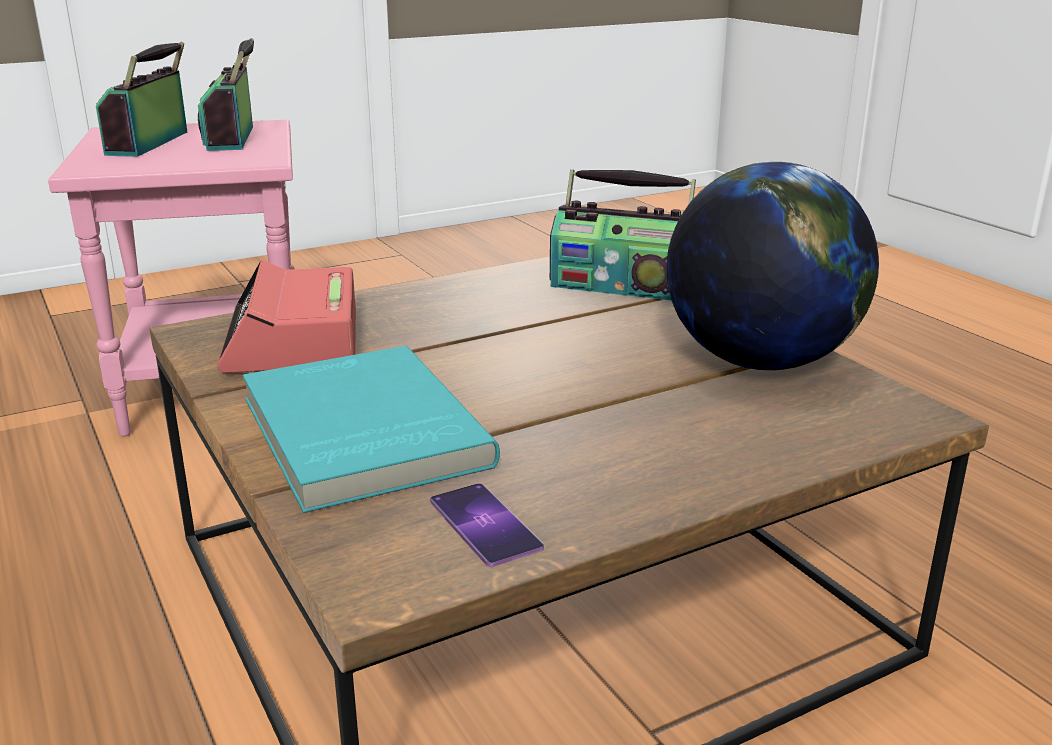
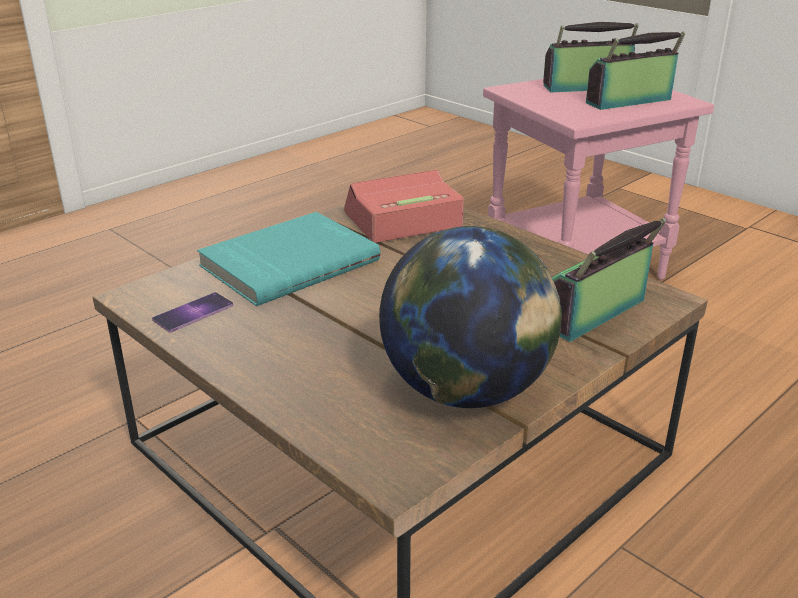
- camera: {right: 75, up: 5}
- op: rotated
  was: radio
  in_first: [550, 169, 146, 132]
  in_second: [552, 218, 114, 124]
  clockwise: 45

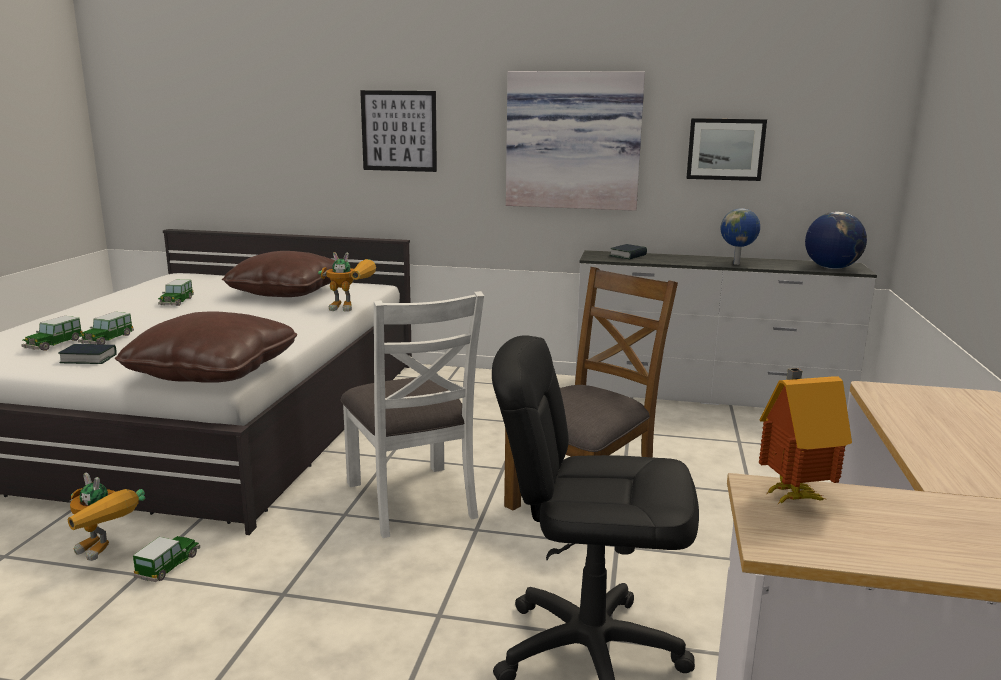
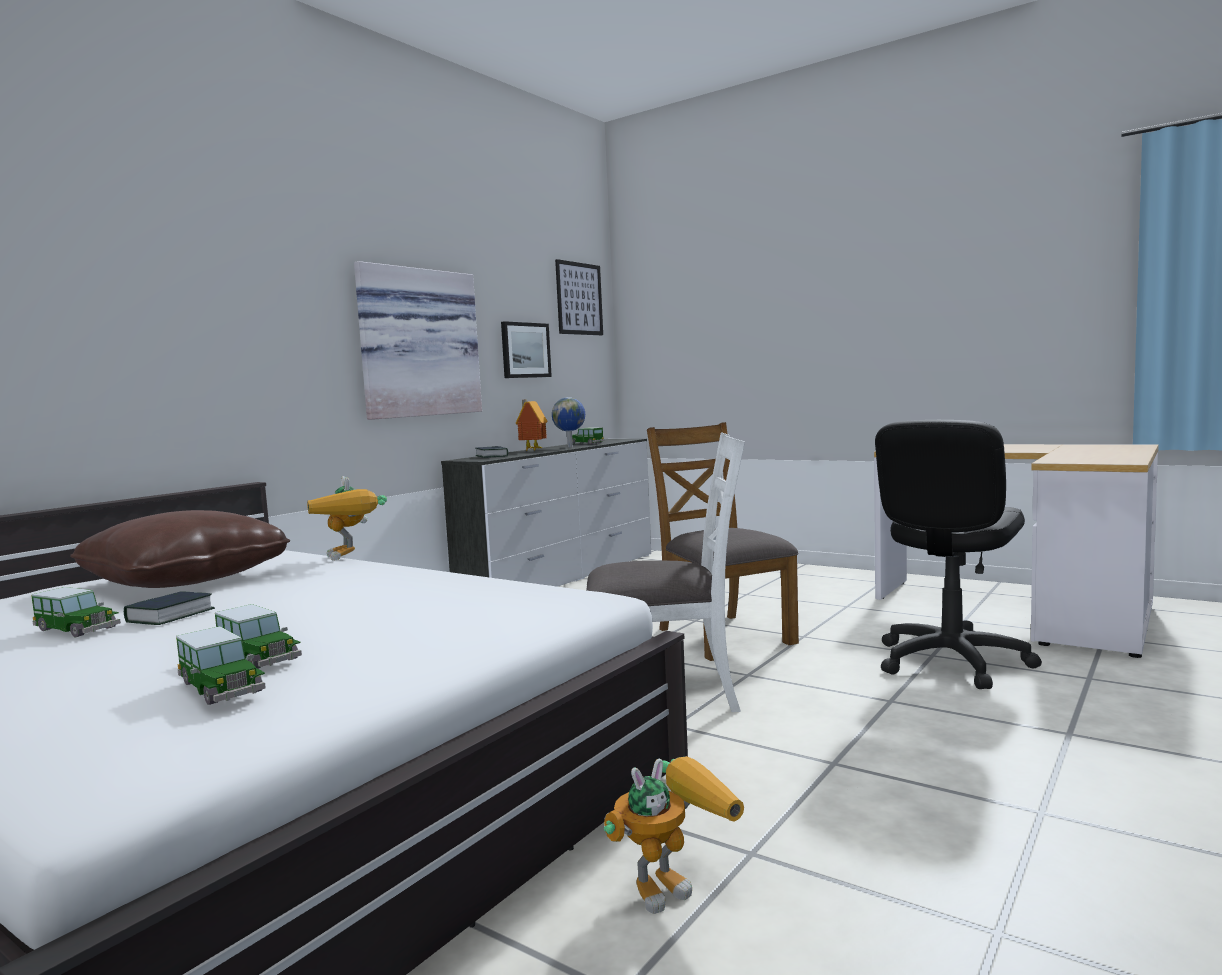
- camera: {right: -65, up: -10}
- op: shifted
  was: picture
  in_first: [360, 90, 77, 82]
  in_second: [555, 259, 48, 76]
- op: gone
  was: globe
  in_first: [805, 212, 62, 57]
- op: rotated
  was: toy robot
  in_first: [318, 252, 58, 60]
  in_second: [307, 476, 80, 85]
  clockwise: 120
- op: gone
  was: pillow in brown
  in_first: [115, 311, 182, 72]
- op: shifted
  was: book
  in_first: [58, 344, 59, 20]
  in_second: [124, 591, 91, 34]
- op: shifted
  was: toy house
  in_first: [759, 368, 93, 137]
  in_second: [515, 400, 33, 51]
- op: shifted
  was: toy car
  in_first: [133, 536, 67, 46]
  in_second: [572, 428, 32, 17]

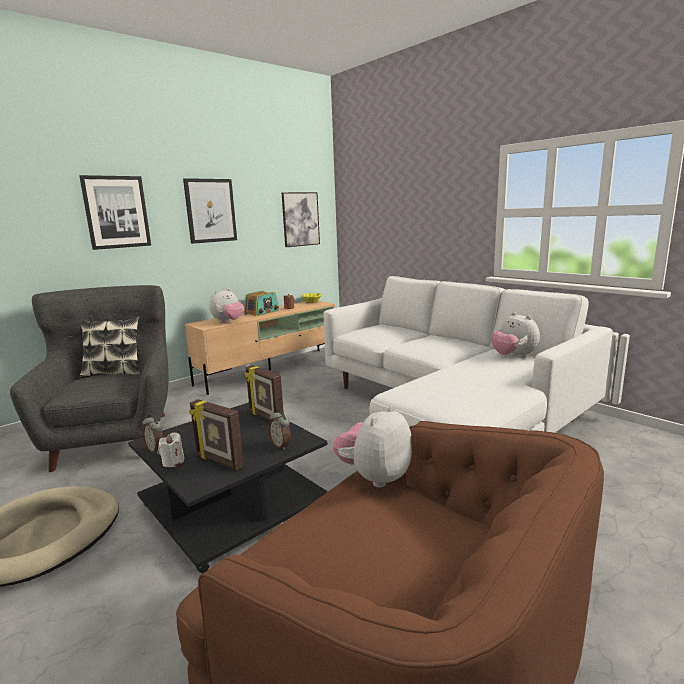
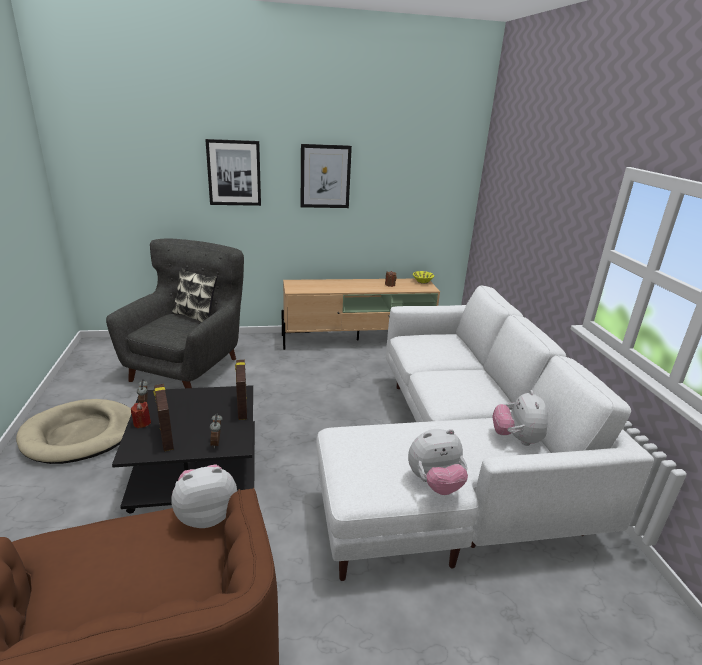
- camera: {right: 30, up: 10}
- op: gone
  was: picture
  in_first: [282, 192, 38, 55]
- op: shifted
  was: plush toy
  in_first: [209, 288, 35, 35]
  in_second: [408, 429, 60, 66]
- op: gone
  was: radio
  in_first: [244, 291, 36, 25]
- op: repainted
  was: candle in white
  now: candle in red
  in_first: [158, 432, 27, 35]
  in_second: [131, 402, 20, 26]

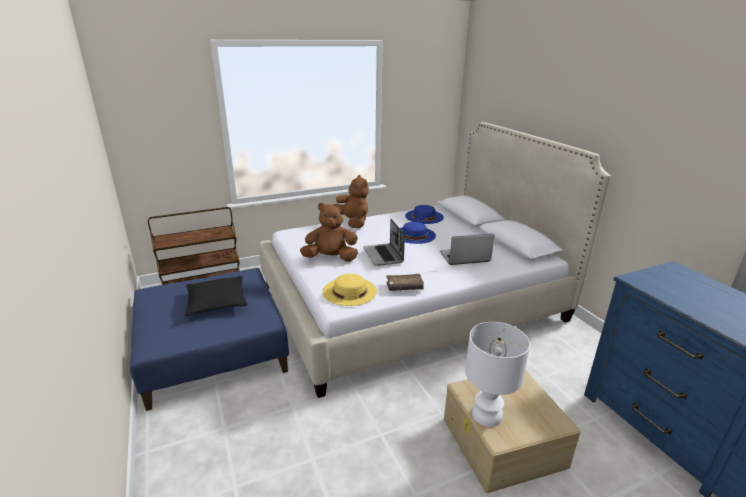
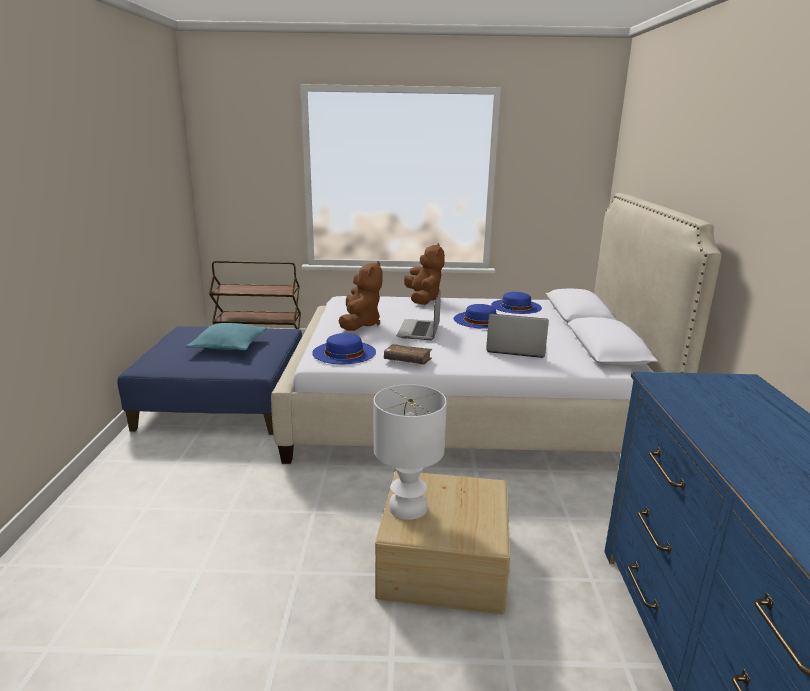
- camera: {right: 25, up: -5}
- op: rotated
  was: plush toy in brown
  in_first: [300, 203, 58, 58]
  in_second: [339, 261, 44, 70]
  clockwise: 75
- op: repainted
  was: hat in yellow
  now: hat in blue
  in_first: [323, 274, 54, 32]
  in_second: [312, 333, 64, 31]
- op: repainted
  was: pillow in black
  now: pillow in turquoise
  in_first: [185, 276, 62, 40]
  in_second: [186, 323, 81, 27]

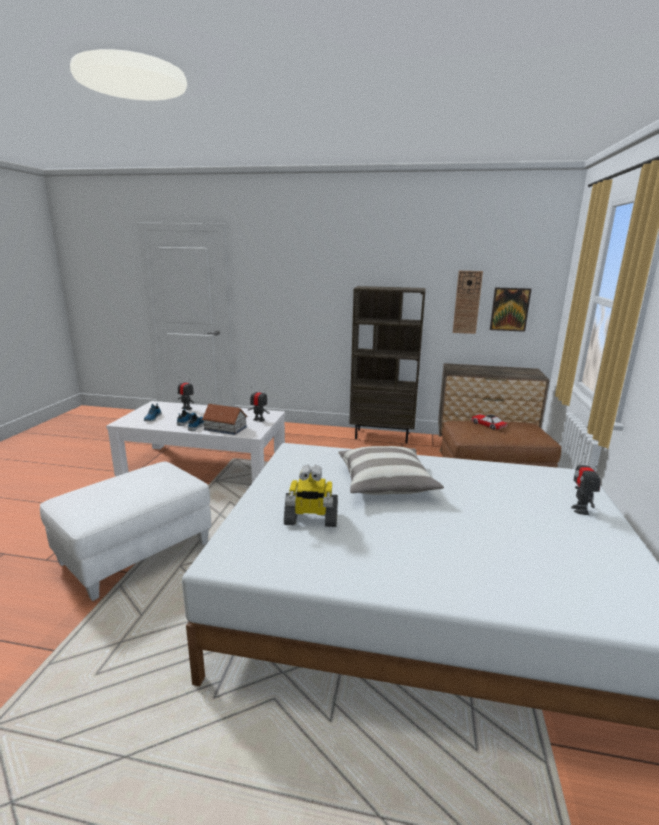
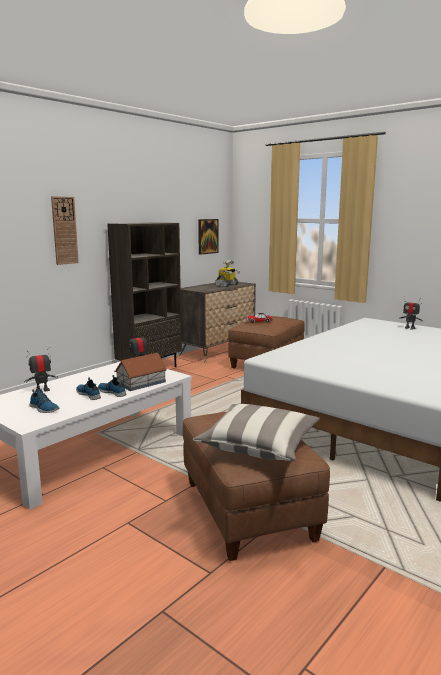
- camera: {right: -60, up: -5}
- op: shifted
  was: wall clock
  in_first: [453, 271, 30, 63]
  in_second: [51, 196, 28, 69]
- op: shifted
  was: pillow
  in_first: [338, 446, 106, 49]
  in_second: [193, 404, 127, 57]
- op: repainted
  was: ottoman in white
  now: ottoman in brown
  in_first: [40, 462, 172, 139]
  in_second: [183, 411, 147, 150]
- op: shifted
  was: toy robot
  in_first: [284, 465, 54, 62]
  in_second: [215, 260, 25, 27]

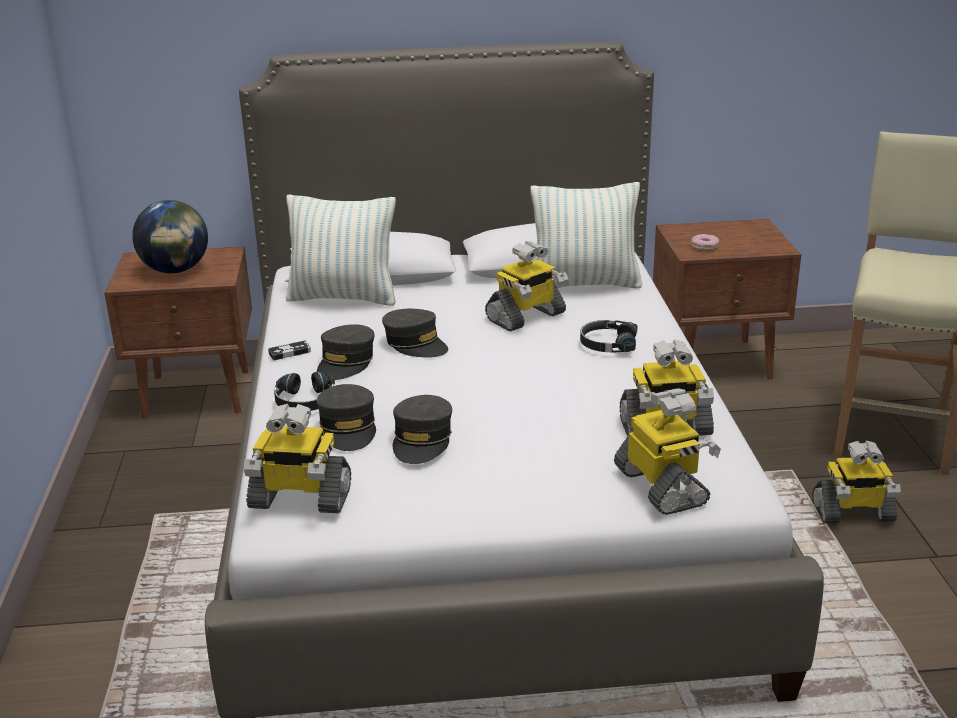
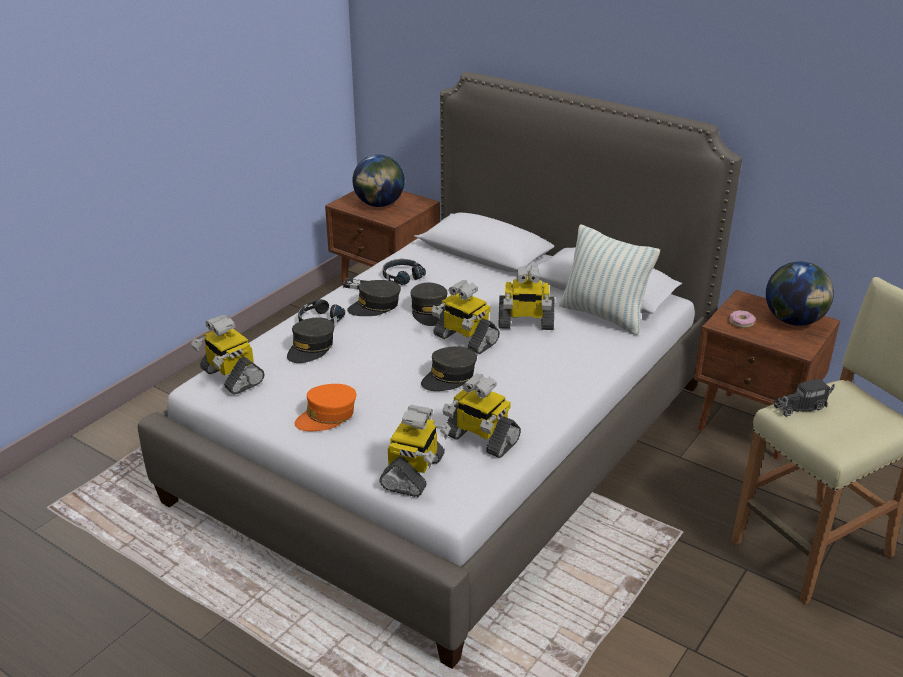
- camera: {right: 40, up: 5}
- op: gone
  was: pillow
  in_first: [286, 195, 110, 111]
- op: shifted
  was: headphones in black
  in_first: [580, 320, 58, 32]
  in_second: [383, 259, 43, 26]
- op: shifted
  was: cap in grey
  in_first: [393, 395, 59, 69]
  in_second: [421, 346, 56, 45]
- op: shifted
  was: toy robot
  in_first: [812, 440, 89, 84]
  in_second: [431, 281, 69, 73]
- op: new
  now: globe
  in_second: [766, 261, 68, 65]
- op: new
  now: toy truck
  in_second: [774, 378, 61, 39]
- op: new
  now: cap in orange
  in_second: [295, 384, 61, 47]

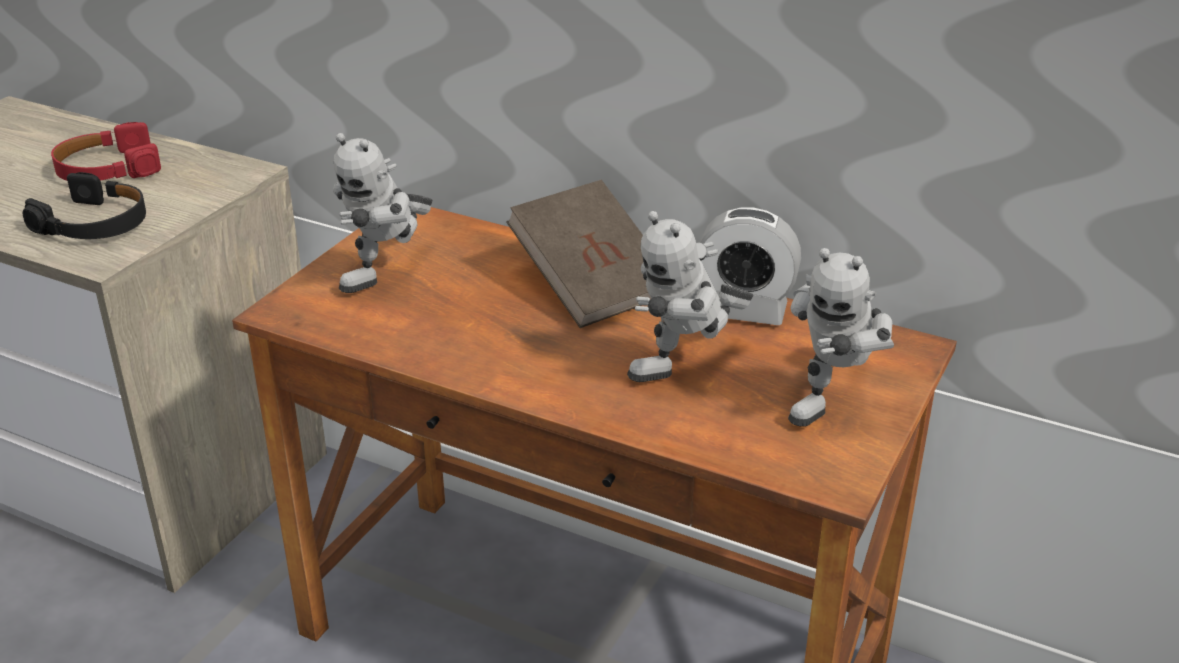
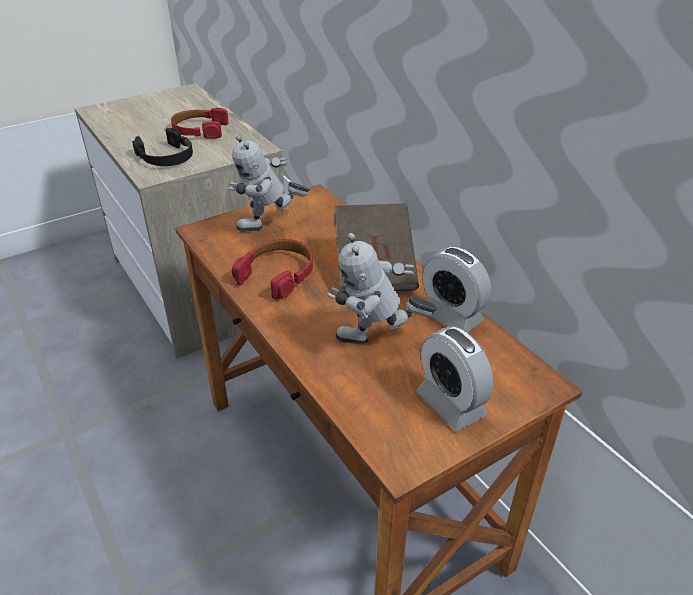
- camera: {right: 30, up: 5}
- op: swapped
  was: toy robot
  now: alarm clock
  in_first: [788, 248, 106, 179]
  in_second: [417, 326, 77, 105]
- op: new
  now: headphones in red
  in_second: [232, 239, 81, 61]

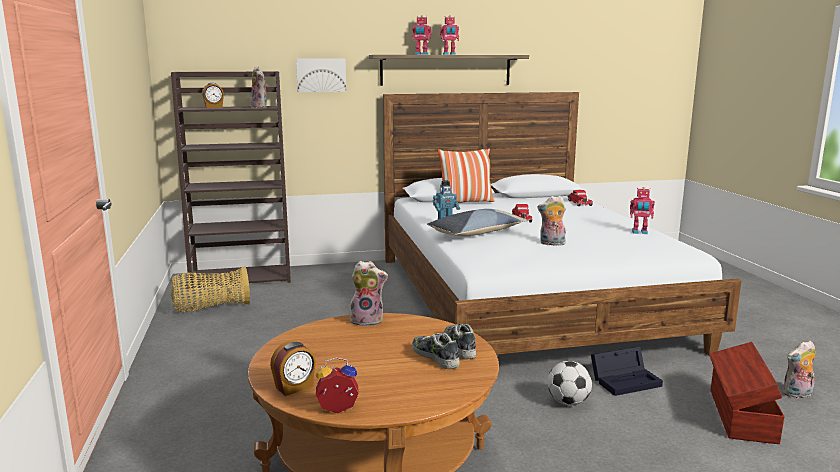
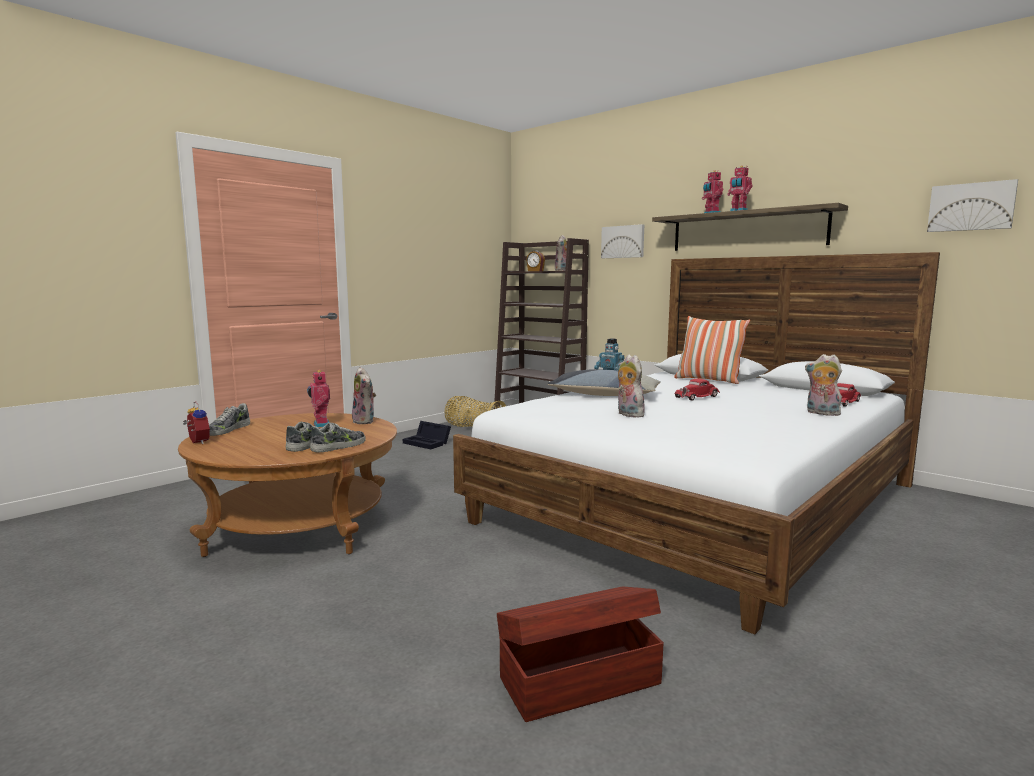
- camera: {right: 55, up: -5}
- op: shifted
  was: toy robot
  in_first: [630, 187, 25, 47]
  in_second: [307, 370, 23, 57]
- op: swapped
  was: alarm clock
  now: shoe
  in_first: [270, 341, 46, 55]
  in_second: [209, 403, 41, 33]
- op: shifted
  was: plush toy
  in_first: [783, 341, 32, 57]
  in_second: [805, 354, 37, 62]
- op: shifted
  was: storage box in black
  in_first: [591, 347, 72, 49]
  in_second: [403, 421, 48, 28]
- op: gone
  was: football
  in_first: [547, 361, 45, 44]
- op: new
  now: picture
  in_second: [927, 179, 91, 53]

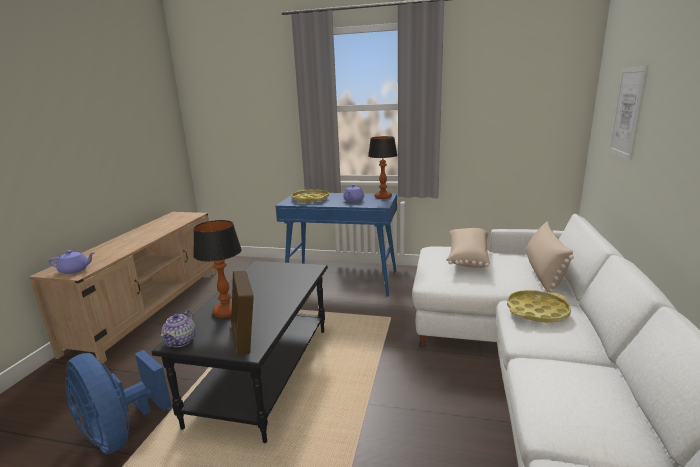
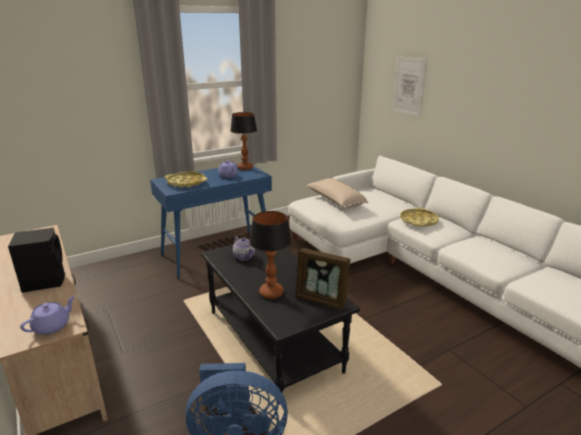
- camera: {right: -45, up: 5}
- op: gone
  was: pillow in beige
  in_first: [526, 221, 48, 72]
- op: shifted
  was: teapot
  in_first: [161, 310, 35, 37]
  in_second: [233, 237, 22, 24]
- op: new
  now: speaker in black
  in_second: [8, 227, 57, 66]

